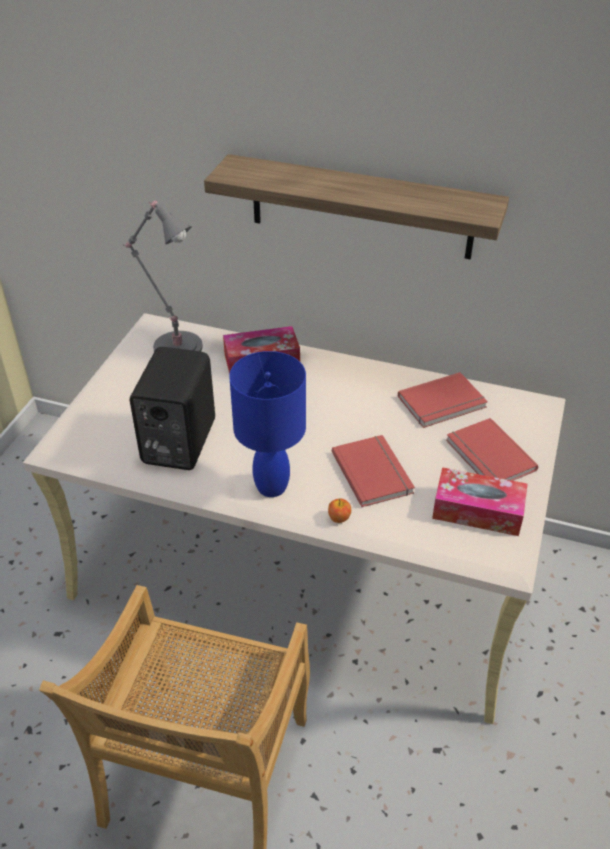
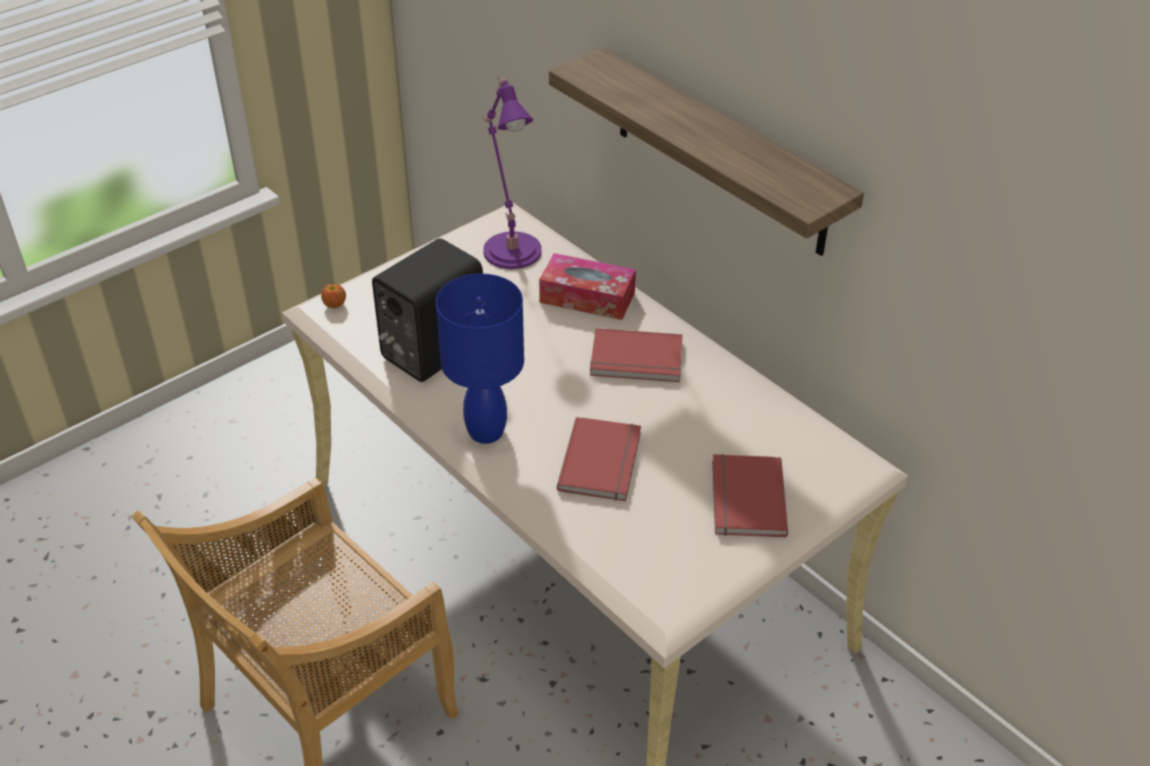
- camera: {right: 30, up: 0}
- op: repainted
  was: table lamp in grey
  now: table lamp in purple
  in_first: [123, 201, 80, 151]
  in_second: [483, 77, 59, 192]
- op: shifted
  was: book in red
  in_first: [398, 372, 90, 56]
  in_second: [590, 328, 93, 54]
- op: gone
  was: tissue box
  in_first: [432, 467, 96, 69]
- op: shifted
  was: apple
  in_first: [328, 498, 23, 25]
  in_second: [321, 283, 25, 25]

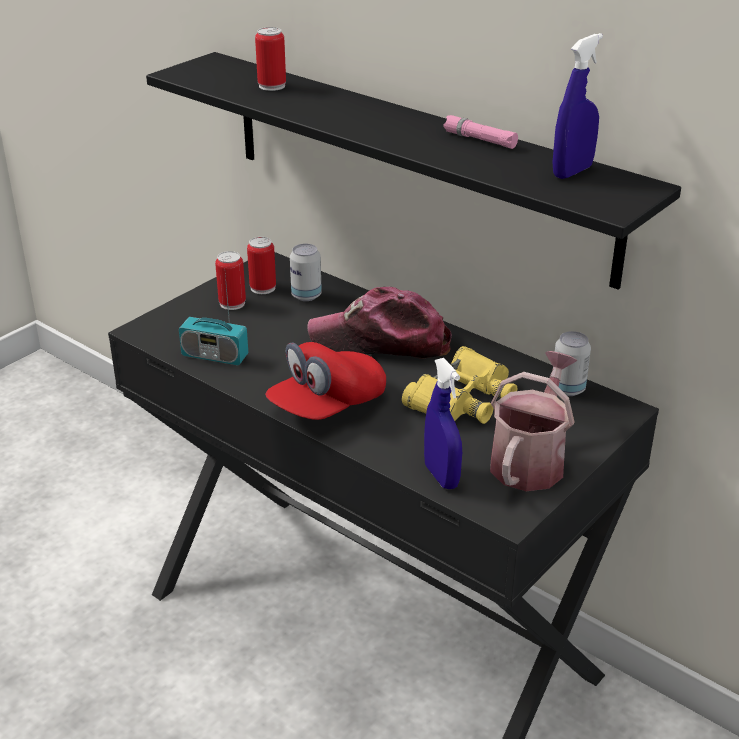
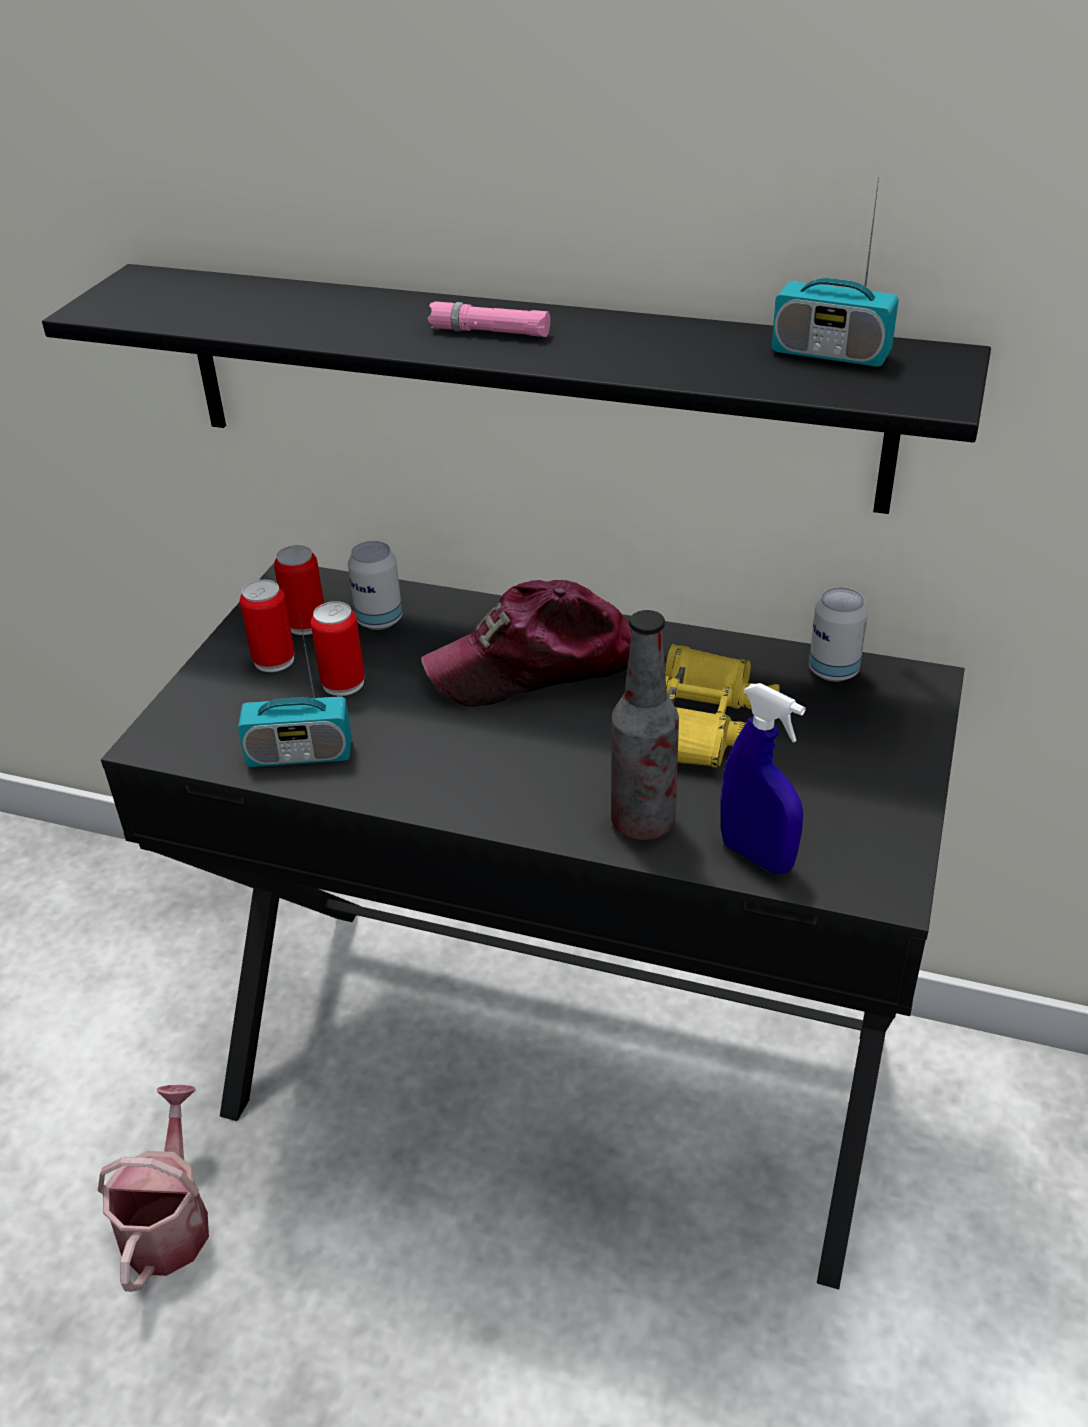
- camera: {right: -20, up: 5}
- op: shifted
  was: can
  in_first: [255, 27, 31, 64]
  in_second: [311, 601, 54, 95]
- op: swapped
  was: spray bottle in blue
  now: radio
  in_first: [553, 33, 50, 146]
  in_second: [772, 176, 127, 191]
- op: shifted
  was: flashlight in pink
  in_first: [443, 115, 75, 34]
  in_second: [428, 302, 122, 35]
- op: gone
  was: cap in red
  in_first: [265, 342, 121, 78]
- op: shifted
  was: watering can
  in_first: [490, 351, 87, 140]
  in_second: [98, 1085, 111, 207]
- op: new
  now: bottle
  in_second: [611, 610, 68, 230]

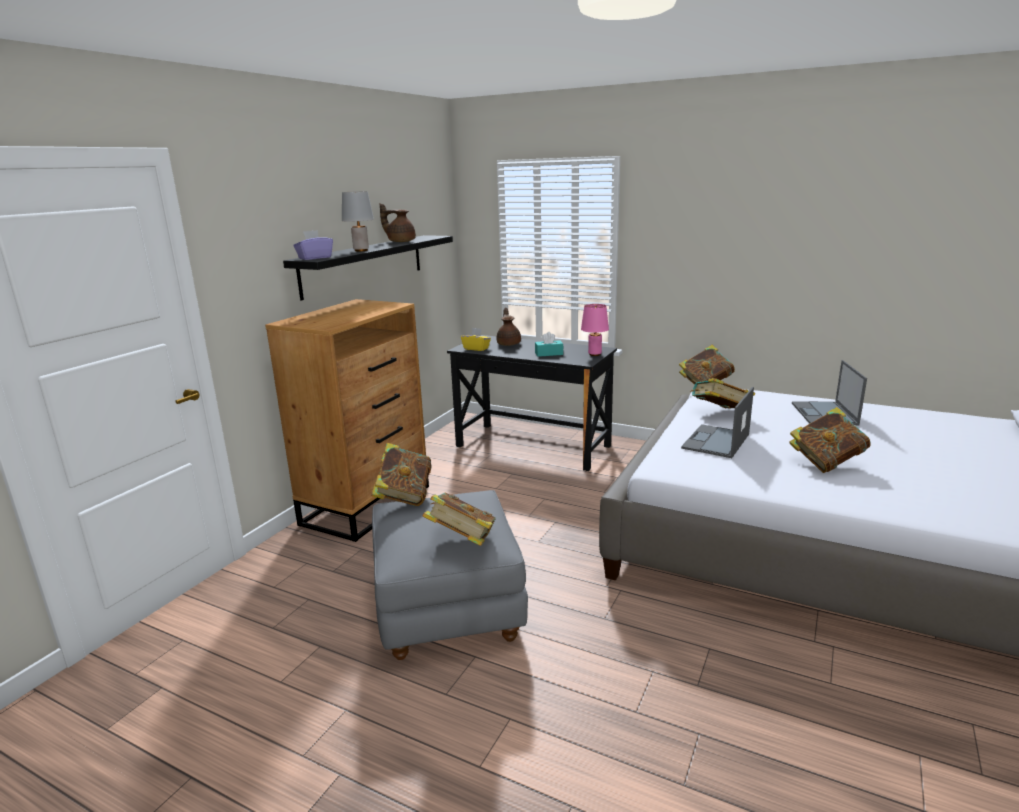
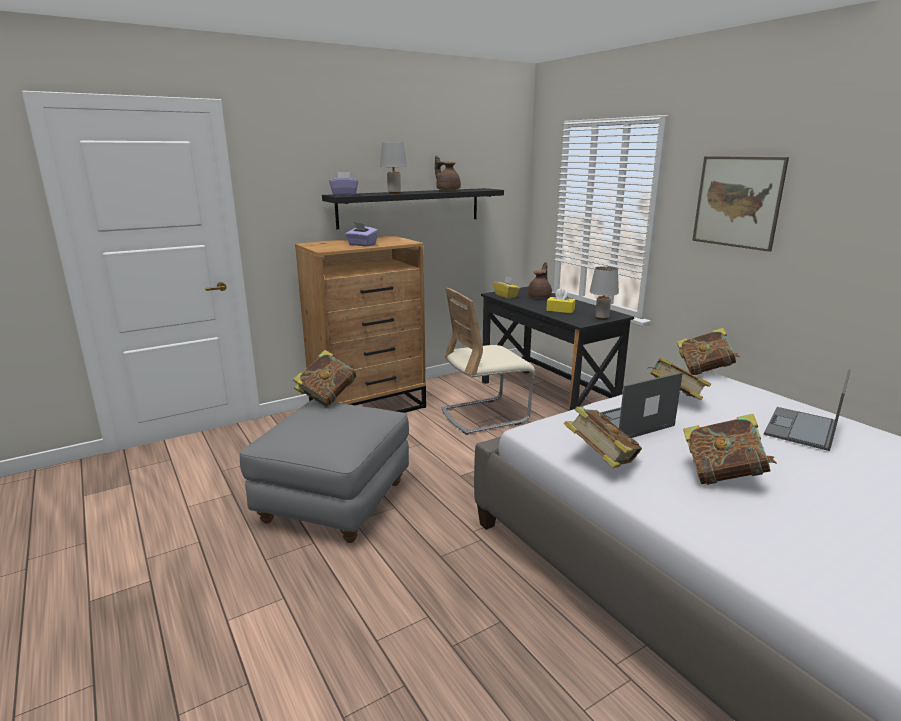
- camera: {right: 30, up: 0}
- op: repainted
  was: table lamp in pink
  now: table lamp in grey
  in_first: [581, 304, 28, 52]
  in_second: [590, 266, 29, 54]
- op: repainted
  was: tissue box in turquoise
  now: tissue box in yellow
  in_first: [535, 332, 28, 25]
  in_second: [546, 289, 29, 24]
- op: shifted
  was: book
  in_first: [423, 493, 73, 53]
  in_second: [564, 407, 78, 61]
- op: new
  now: picture
  in_second: [692, 156, 97, 96]
- op: new
  now: tissue box in purple
  in_second: [345, 222, 33, 24]
- op: new
  now: chair in beige
  in_second: [441, 288, 94, 147]

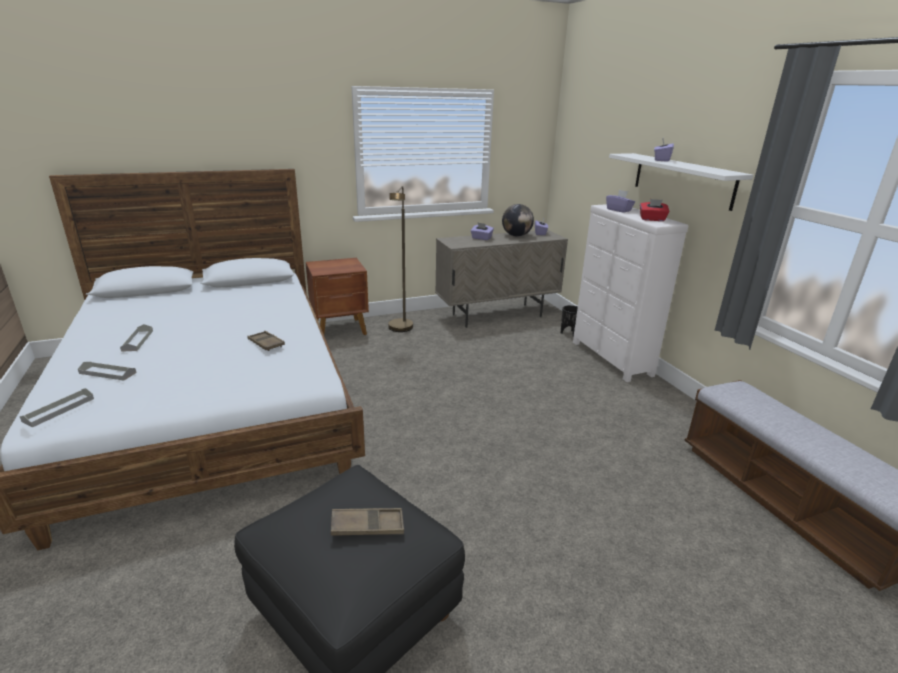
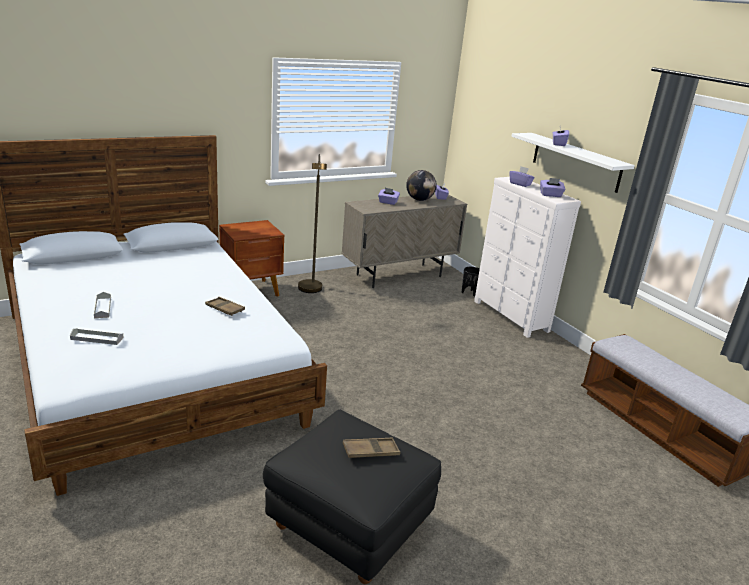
- camera: {right: -10, up: 0}
- op: repainted
  was: tissue box in red
  now: tissue box in purple
  in_first: [640, 199, 29, 22]
  in_second: [540, 178, 25, 19]
- op: gone
  was: tray in grey
  in_first: [20, 388, 74, 39]

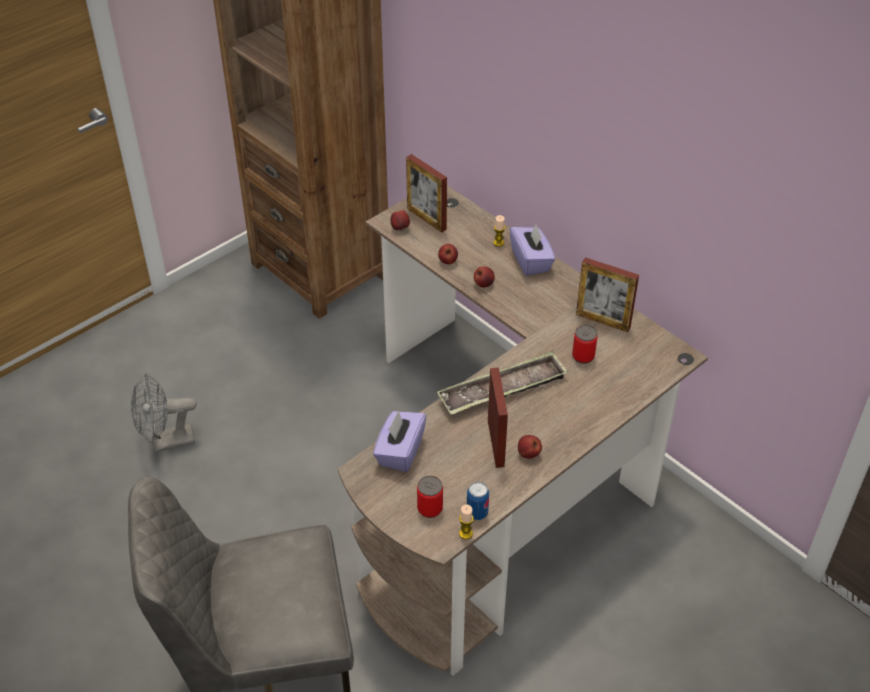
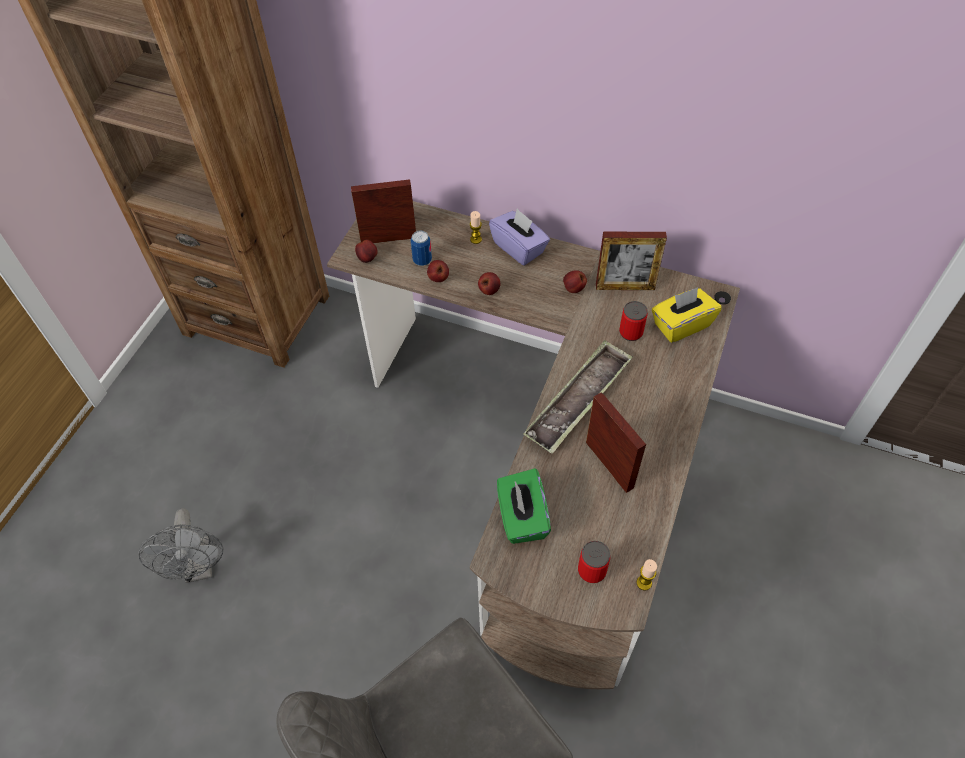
- camera: {right: -25, up: 10}
- op: rotated
  was: picture frame
  in_first: [406, 154, 41, 79]
  in_second: [351, 179, 65, 64]
  clockwise: 150
- op: rotated
  was: fan in grey
  in_first: [131, 373, 65, 80]
  in_second: [138, 508, 85, 75]
  clockwise: -60
- op: repainted
  was: tissue box in purple
  now: tissue box in green
  in_first: [373, 410, 53, 62]
  in_second: [497, 468, 54, 76]
- op: shifted
  was: apple
  in_first: [518, 435, 24, 24]
  in_second: [563, 270, 24, 23]
- op: shifted
  was: can
  in_first: [467, 482, 22, 38]
  in_second: [411, 231, 21, 35]
- op: new
  now: tissue box in yellow
  in_second: [652, 287, 70, 56]

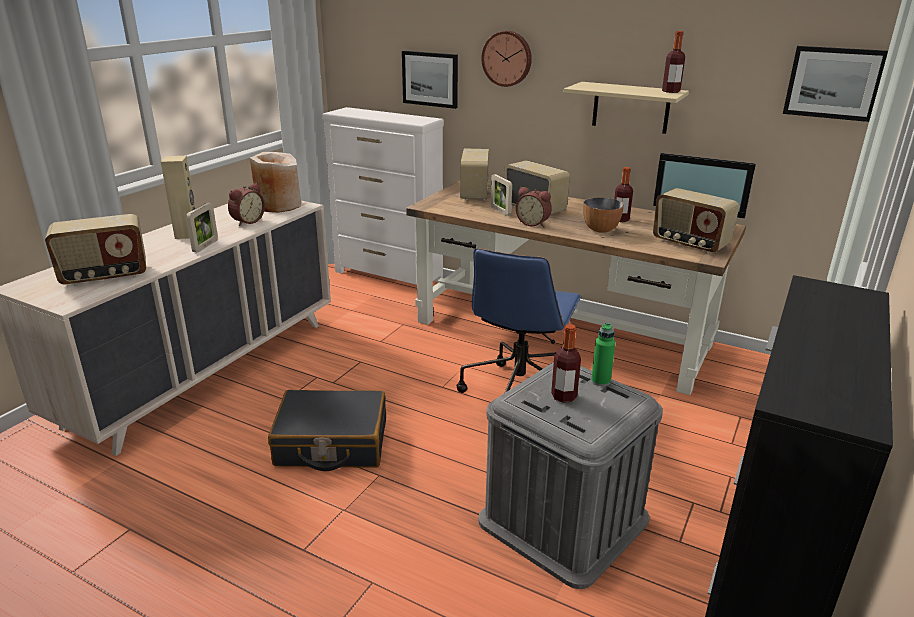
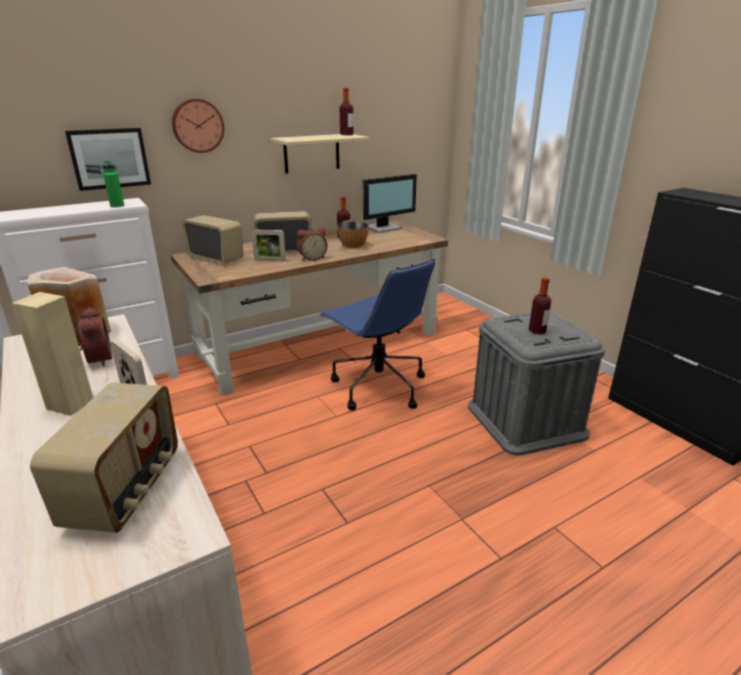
- camera: {right: -60, up: 0}
- op: gone
  was: picture
  in_first: [783, 46, 105, 76]
- op: gone
  was: radio
  in_first: [653, 188, 86, 66]
- op: shifted
  was: bottle in green
  in_first: [591, 323, 24, 63]
  in_second: [103, 160, 21, 47]
- op: gone
  was: suitcase in black
  in_first: [268, 390, 118, 81]

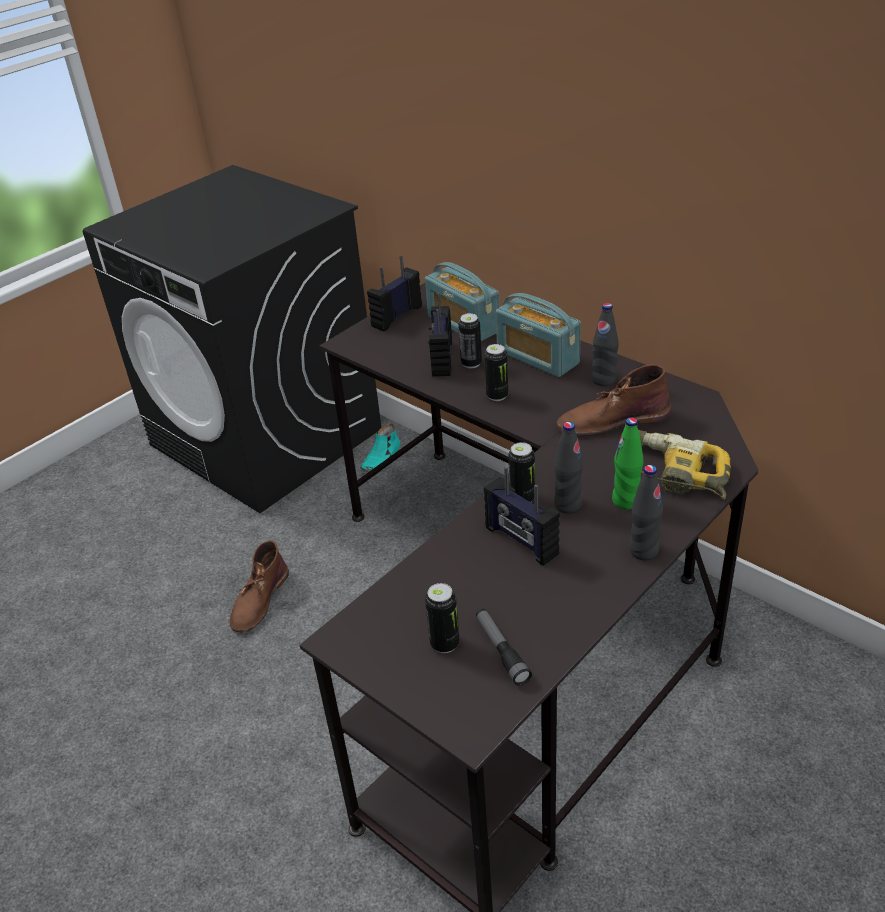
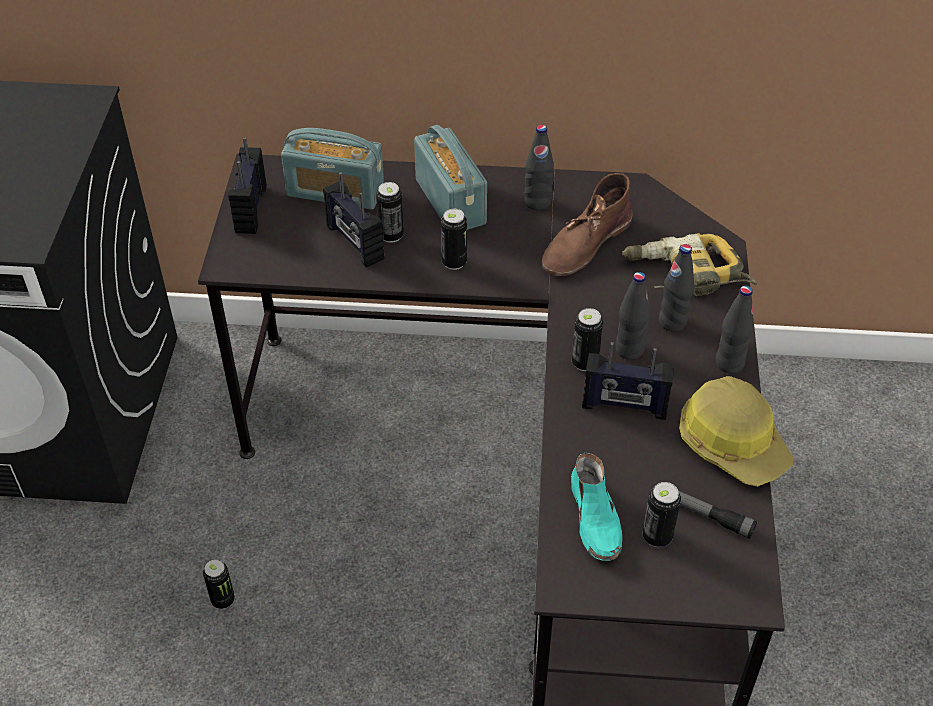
- camera: {right: -40, up: 10}
- op: rotated
  was: radio
  in_first: [496, 293, 85, 84]
  in_second: [414, 125, 73, 105]
  clockwise: -120
- op: repainted
  was: bottle in green
  now: bottle in black
  in_first: [612, 417, 32, 93]
  in_second: [659, 244, 35, 88]
- op: shifted
  was: shoe in turquoise
  in_first: [360, 424, 40, 48]
  in_second: [571, 453, 51, 108]
- op: swapped
  was: boot in brown
  now: can
  in_first: [230, 541, 59, 92]
  in_second: [203, 560, 32, 49]
- op: new
  now: hard hat
  in_second: [679, 376, 114, 111]

